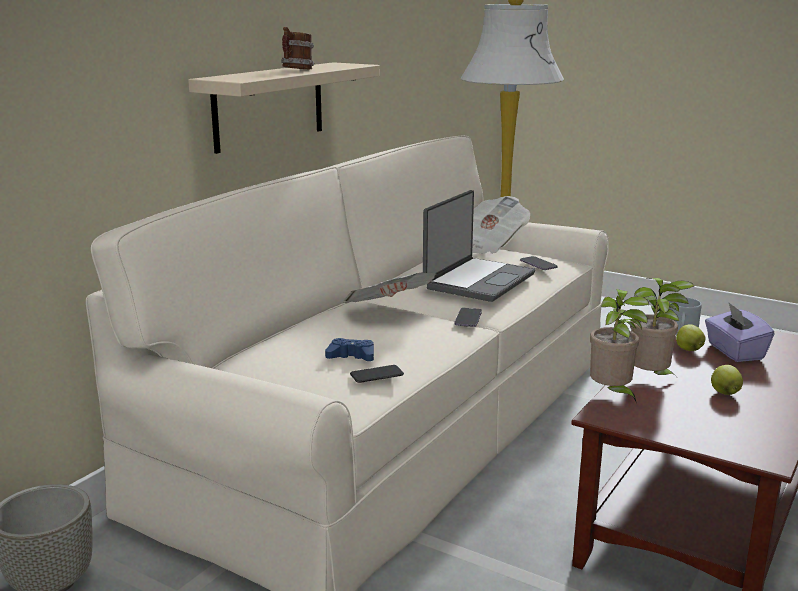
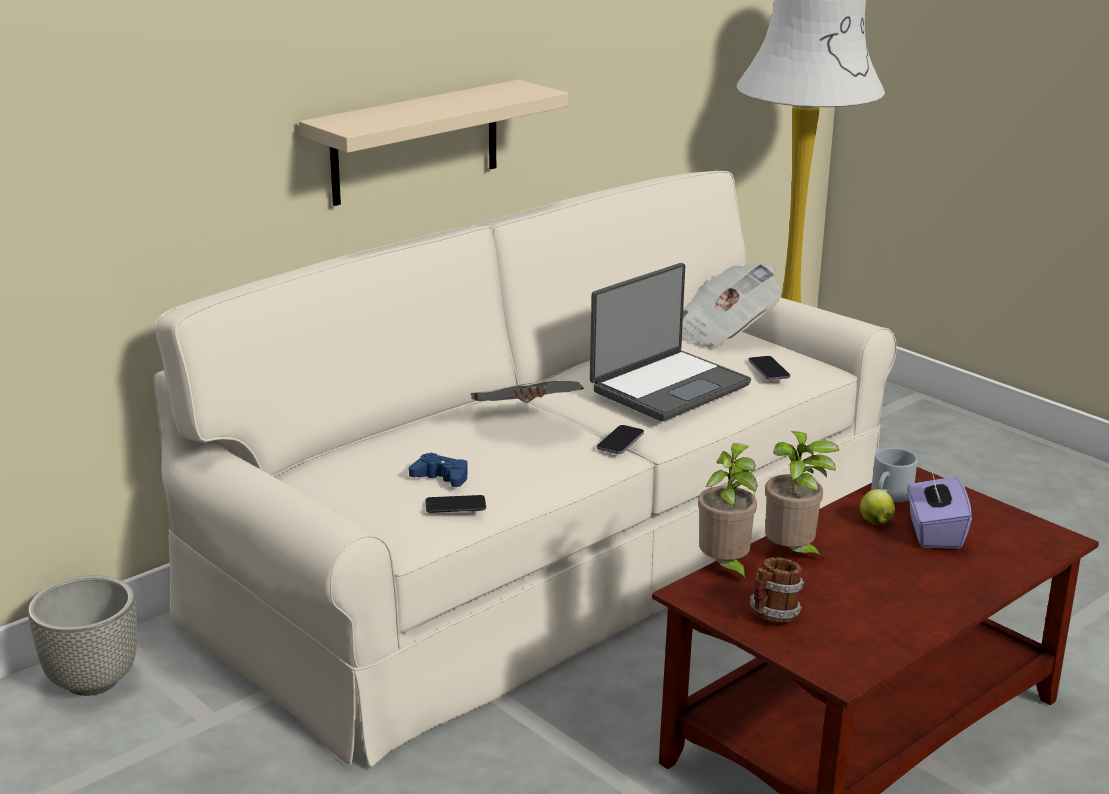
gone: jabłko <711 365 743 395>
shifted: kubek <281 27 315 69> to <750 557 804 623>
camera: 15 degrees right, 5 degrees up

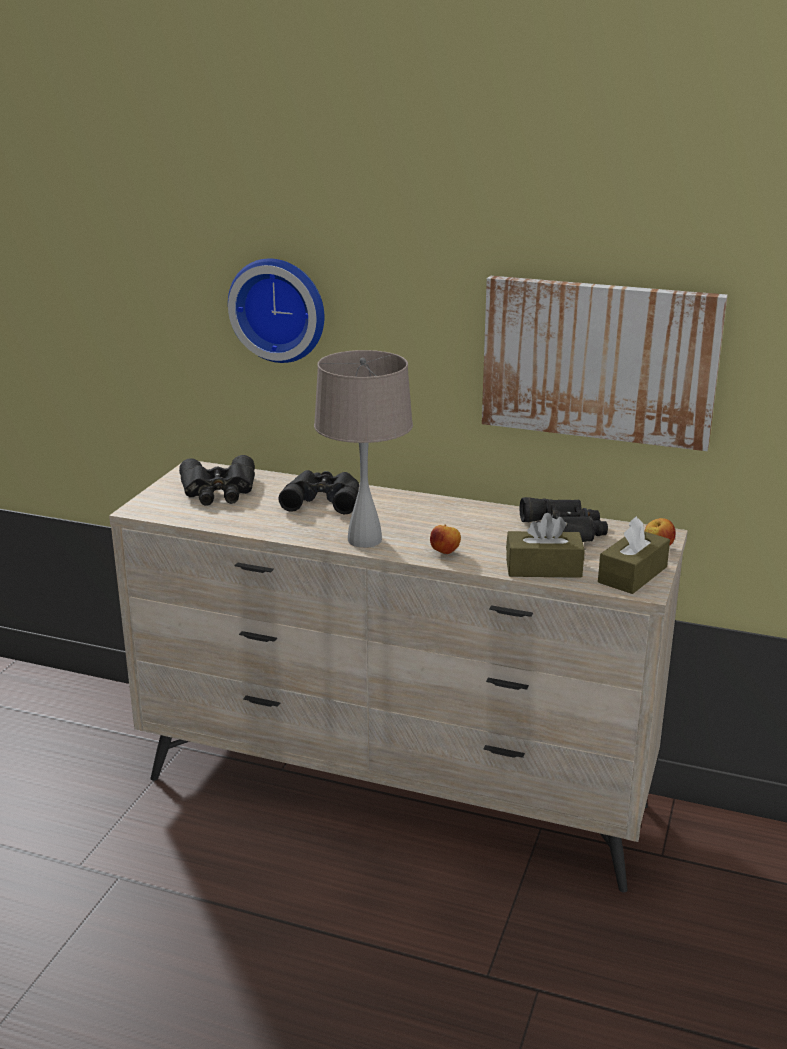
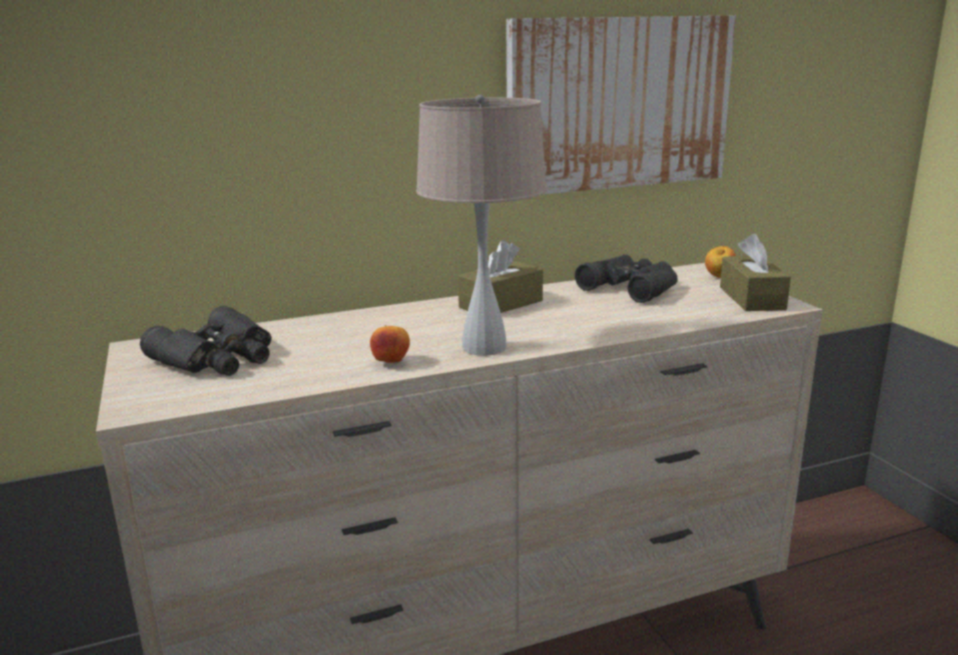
gone: zegar ścienny <228 258 324 363>; lornetka (czarny) <278 470 359 514>
shifted: jabłko <430 524 461 554> to <370 325 410 363>; pudełko chusteczek (brązowy) <506 513 585 578> to <458 240 543 313>
camera: 40 degrees left, 5 degrees down

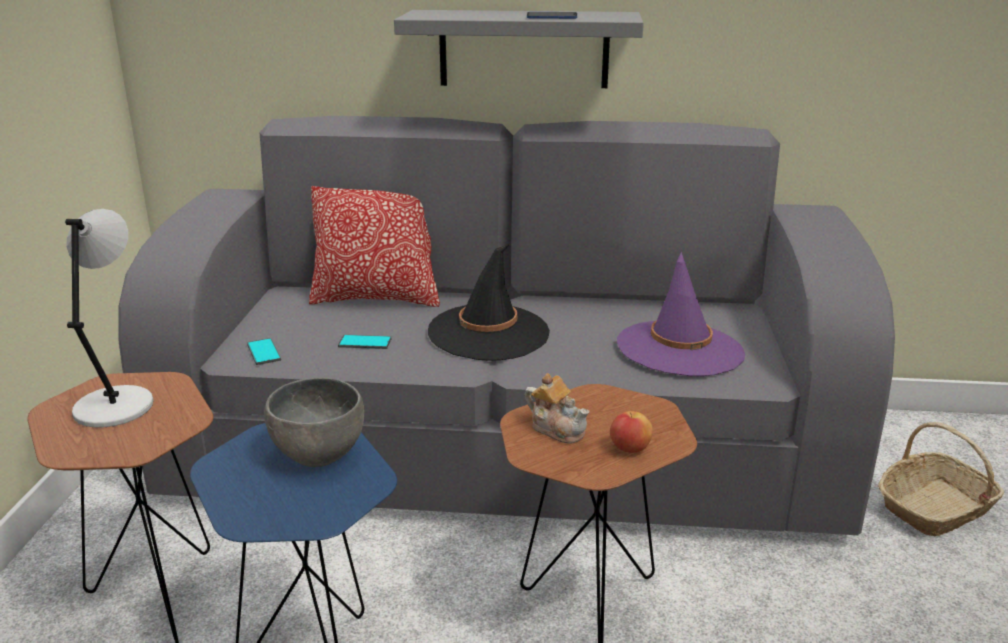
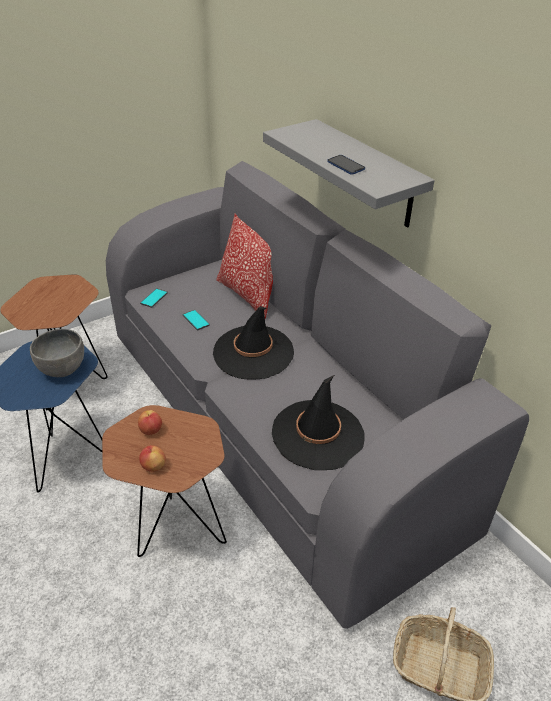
gone: lampa stołowa (szary) <65 209 154 427>
swapped: imbryk <525 373 590 444> to jabłko <138 410 162 435>
repainted: kapelusz (fioletowy) <617 252 745 376> to kapelusz (czarny) <272 375 365 470>
camera: 50 degrees right, 15 degrees up

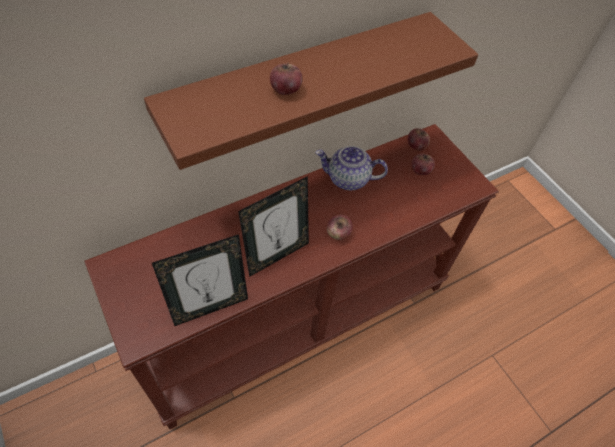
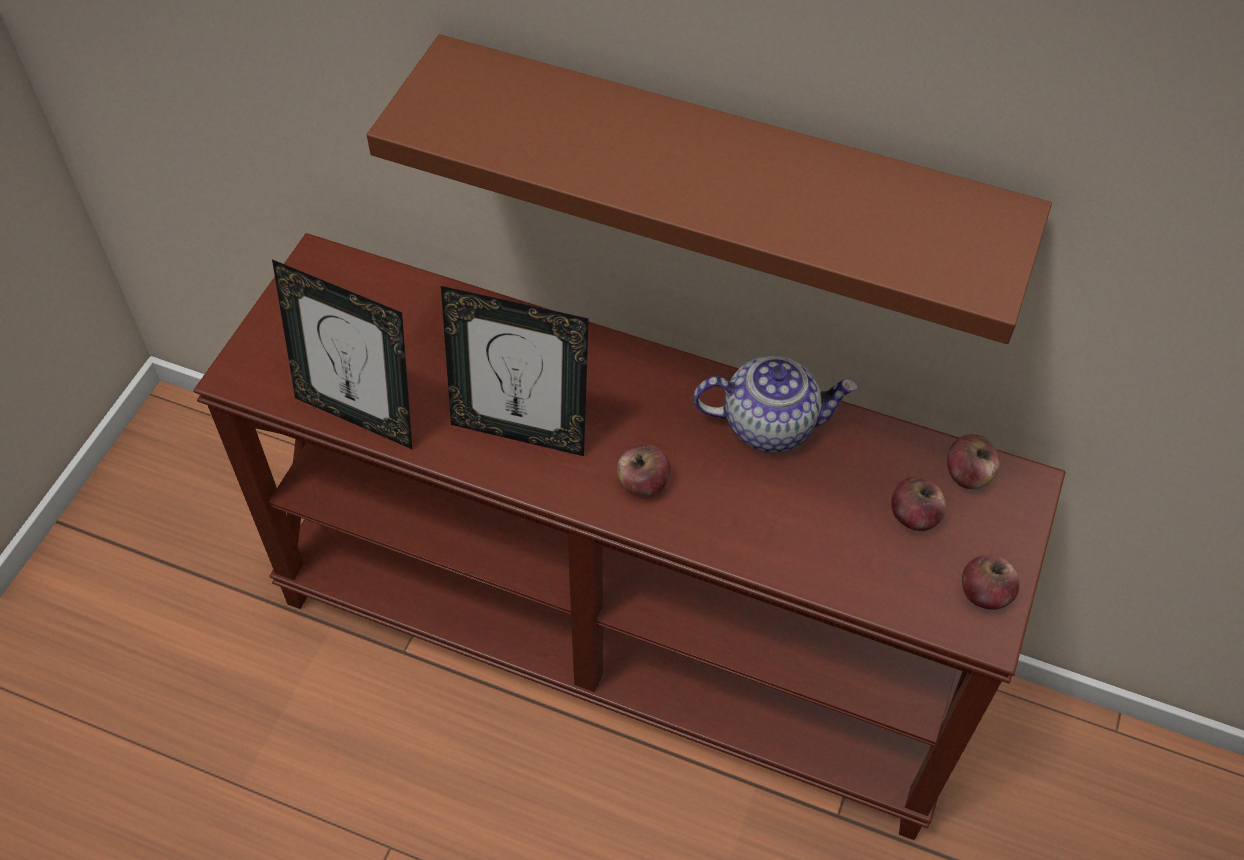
shifted: jabłko <270 63 303 95> to <962 555 1020 610>
rotated: imbryk <315 146 388 190> = <693 356 858 452> 120 degrees clockwise
camera: 55 degrees right, 0 degrees up

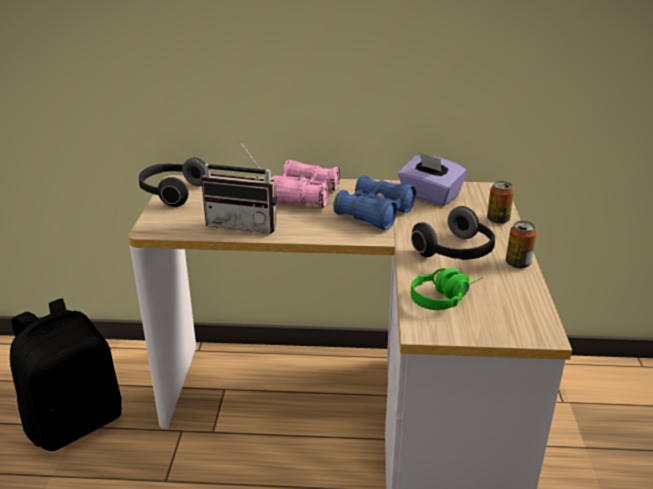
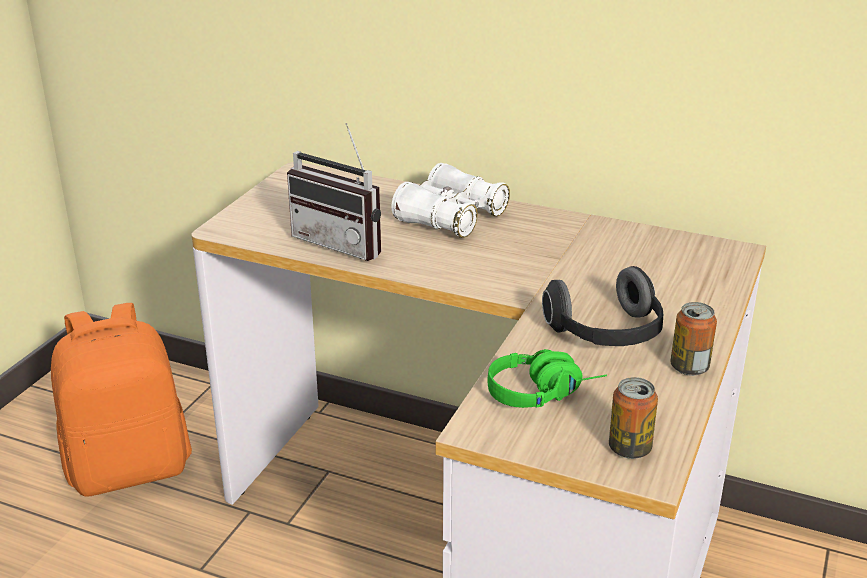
gone: słuchawki <139 158 205 207>; lornetka (niebieski) <333 175 416 230>; pudełko chusteczek (fioletowy) <398 152 467 206>
shifted: puszka <487 181 514 224> to <609 377 658 459>
repainted: plecak (czarny) <10 298 122 451> to plecak (pomarańczowy) <51 303 192 497>; lornetka (różowy) <271 160 340 208> to lornetka (biały) <391 163 510 238>
camera: 20 degrees right, 0 degrees up

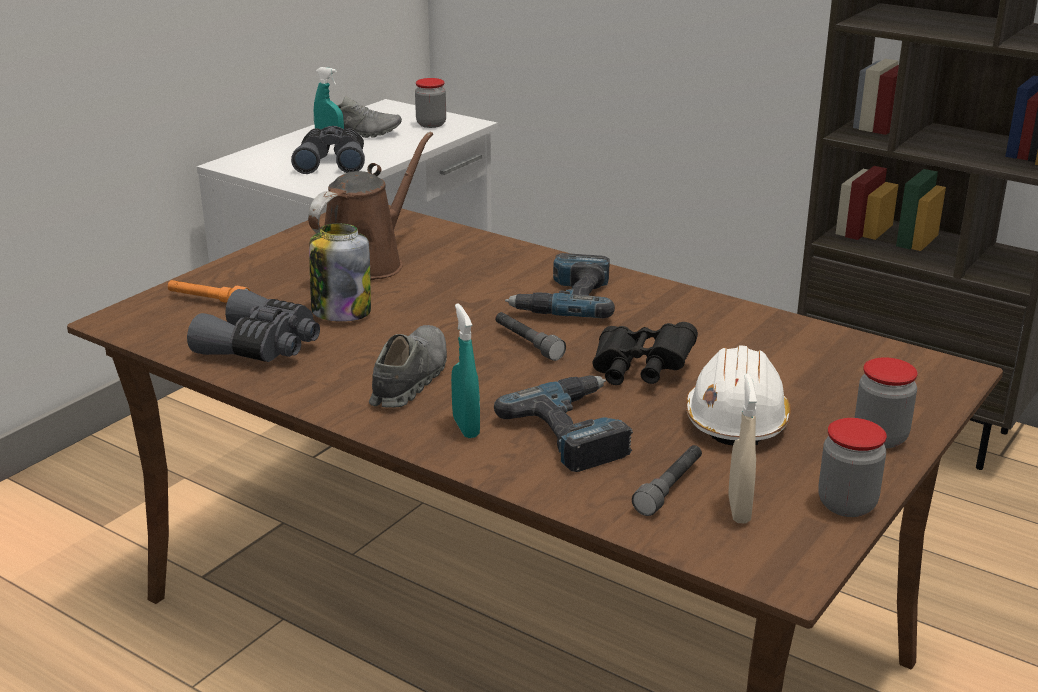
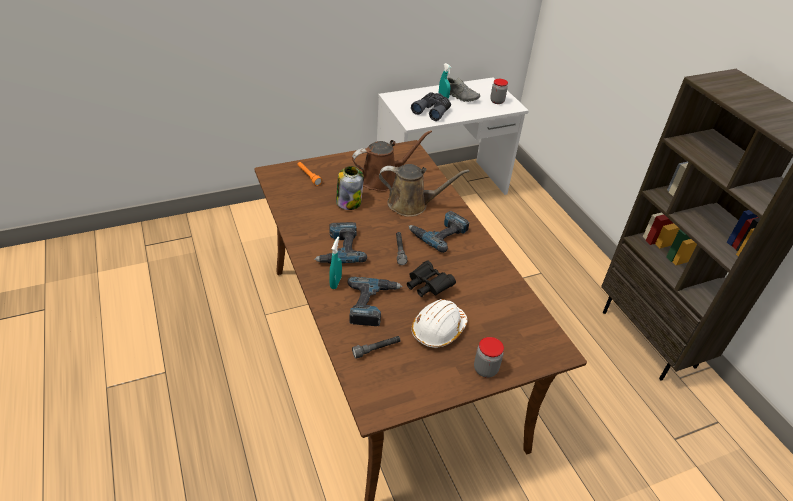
gone: lornetka (szary) <187 289 320 362>; spryskiwacz (beżowy) <728 374 757 523>; słoik <818 418 887 517>
new: konewka (brązowy) <379 164 470 217>
swapped: but (szary) <369 325 447 408> to wiertarka <314 222 367 264>
camera: 30 degrees right, 15 degrees up

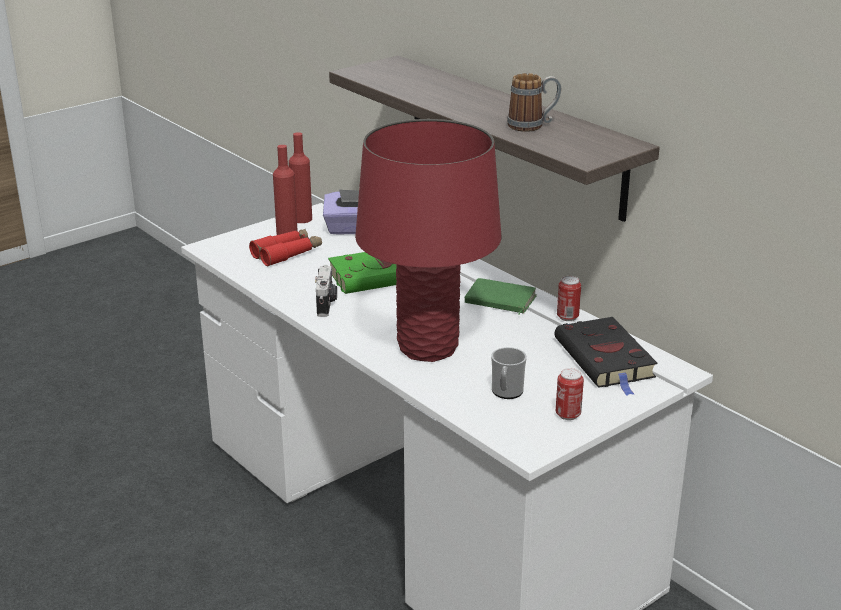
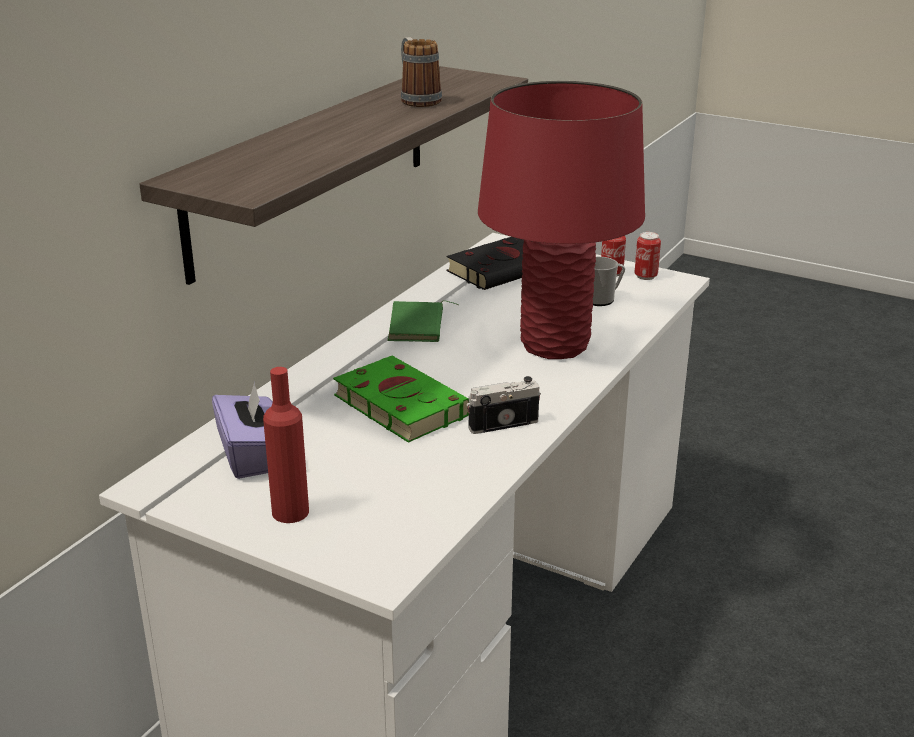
gone: lornetka (czerwony) <249 229 322 266>; butelka (czerwony) <289 132 312 223>
shifted: puszka <557 276 581 321> to <635 232 661 280>
camera: 110 degrees left, 0 degrees up

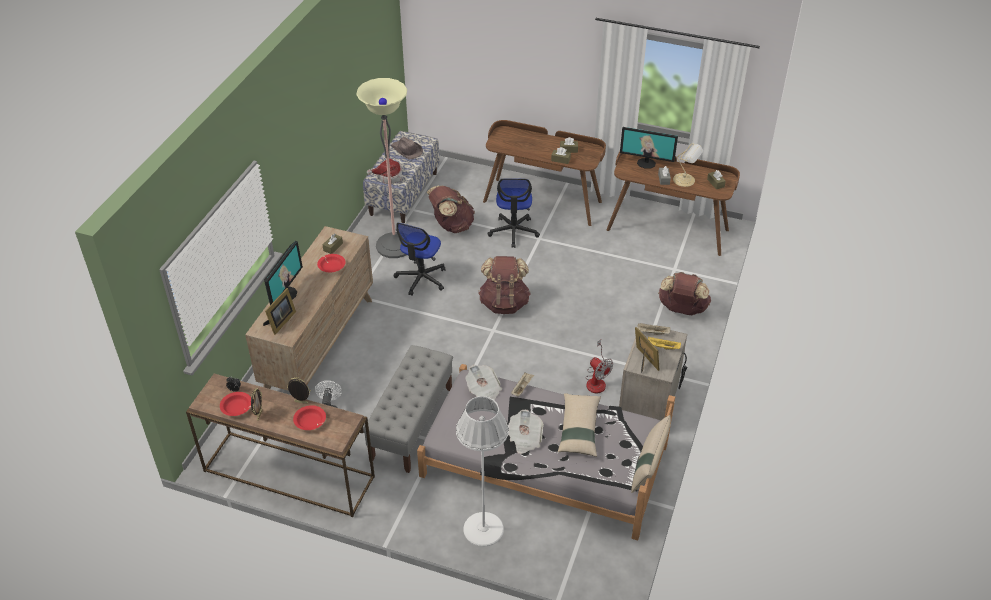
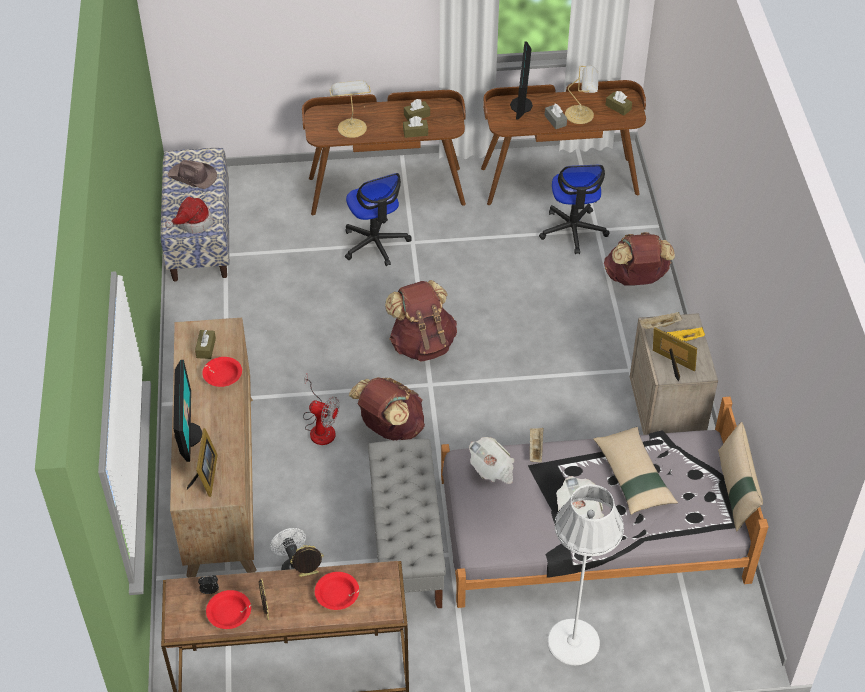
gone: lampa stojąca <356 78 407 258>
new: lampa stołowa <329 80 371 138>
shifted: krzesło biurowe <394 223 446 296> to <539 165 610 254>; plecak (brązowy) <427 186 475 233> to <349 377 425 441>; wentylator <585 340 613 393> to <303 374 339 445>
rotated: monitor <620 127 678 169> = <510 42 533 120> 105 degrees clockwise
camera: 25 degrees left, 5 degrees up

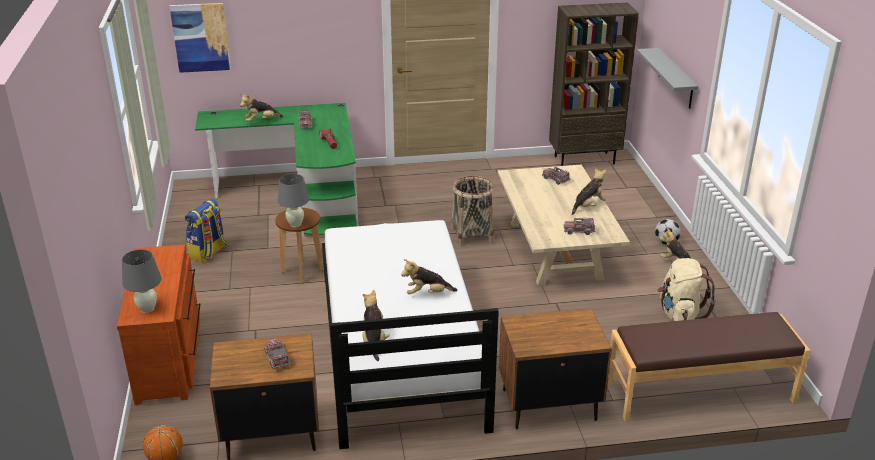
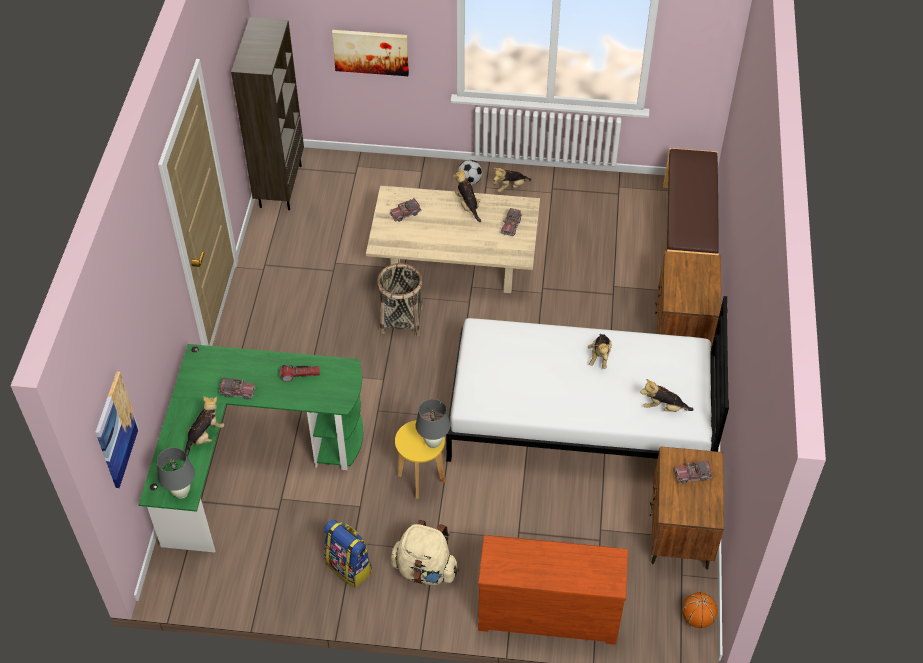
shifted: lampa stołowa (szary) <122 249 161 313> to <157 447 195 499>; plecak (beżowy) <658 258 716 321> to <391 520 458 585>
swapped: półka (szary) <637 48 698 109> to obraz <332 30 409 76>
repainted: stołek (brązowy) <275 208 324 283> to stołek (żółty) <395 420 445 499>
rotated: pluszak <240 94 284 122> = <185 396 224 456> 135 degrees counterclockwise
camera: 75 degrees left, 20 degrees up

